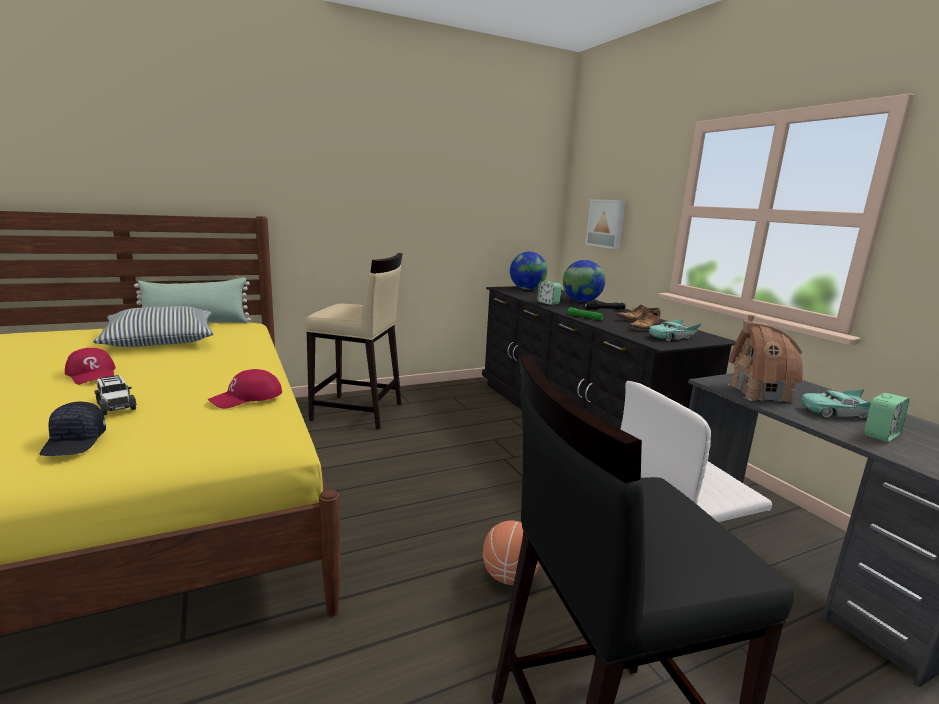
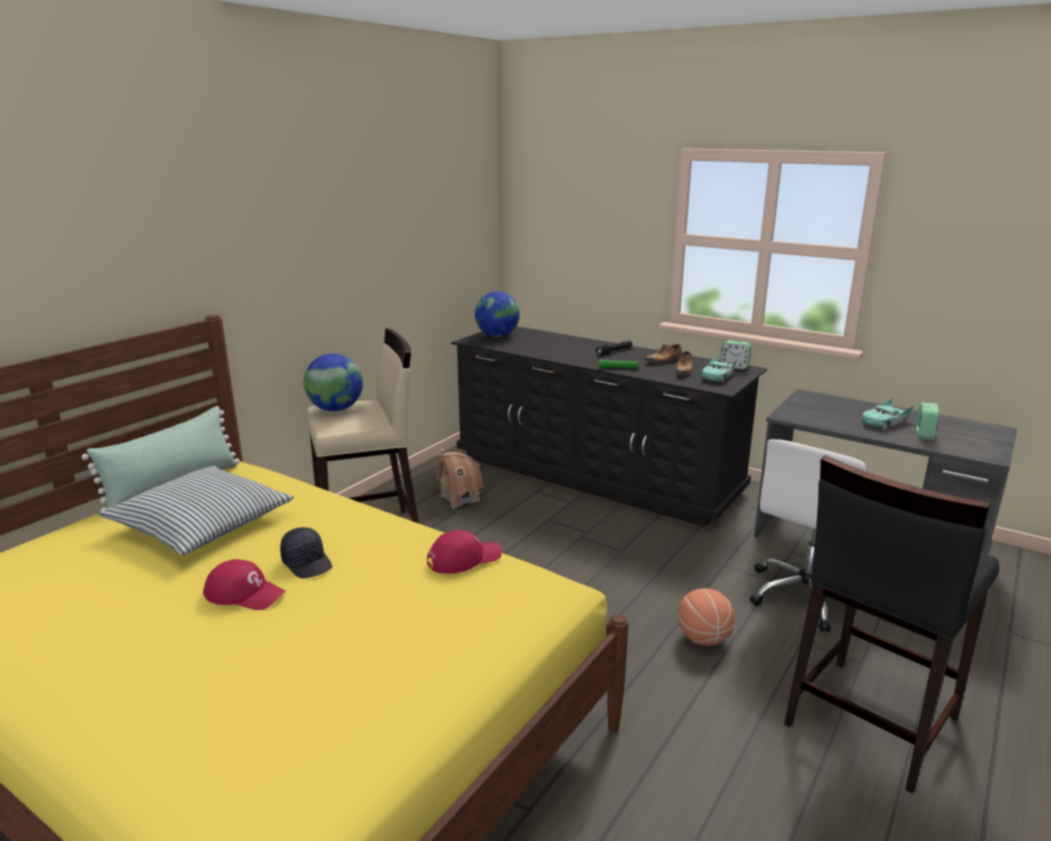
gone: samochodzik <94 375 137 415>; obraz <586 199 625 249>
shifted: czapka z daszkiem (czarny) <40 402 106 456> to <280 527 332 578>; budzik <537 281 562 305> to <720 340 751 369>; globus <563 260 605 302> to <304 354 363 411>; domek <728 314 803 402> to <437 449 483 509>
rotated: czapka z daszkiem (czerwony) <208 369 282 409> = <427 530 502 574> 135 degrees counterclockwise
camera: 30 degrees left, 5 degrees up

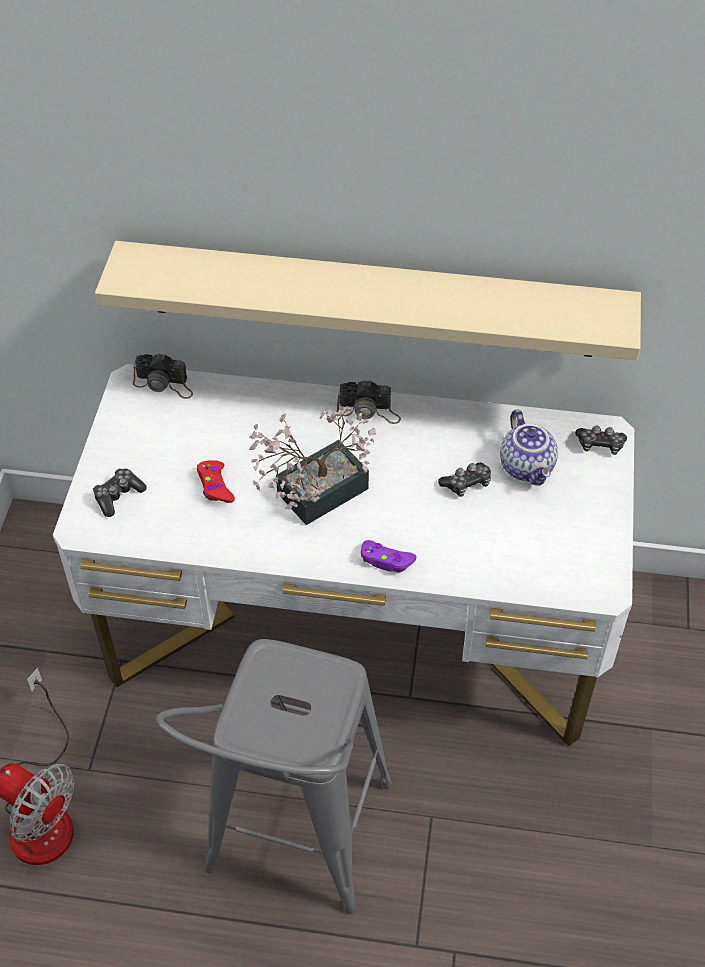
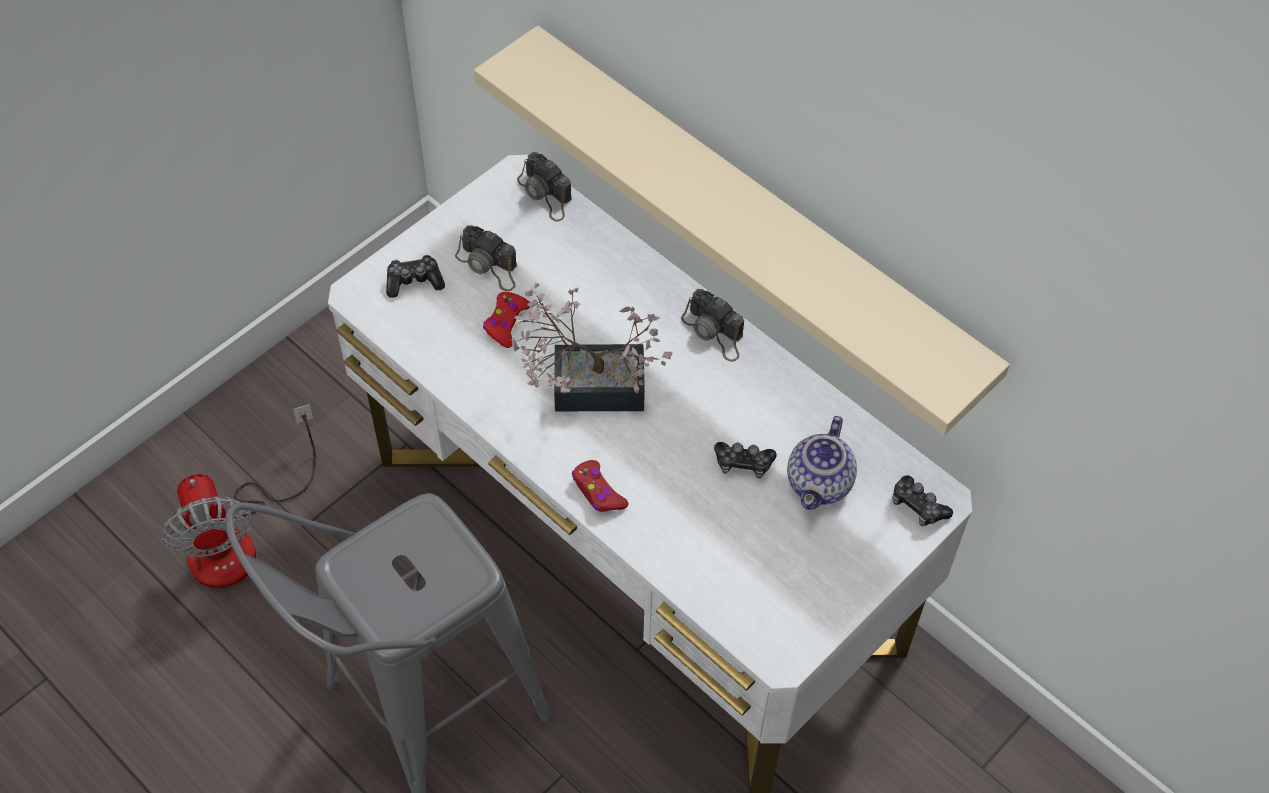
new: aparat fotograficzny <455 225 517 291>
repainted: pad do gier (fioletowy) <361 540 417 572> to pad do gier (czerwony) <572 460 628 512>
camera: 35 degrees right, 5 degrees up

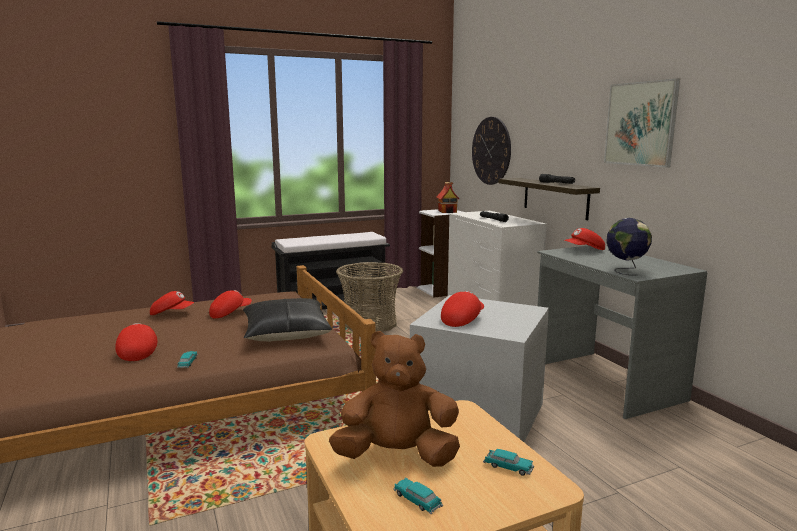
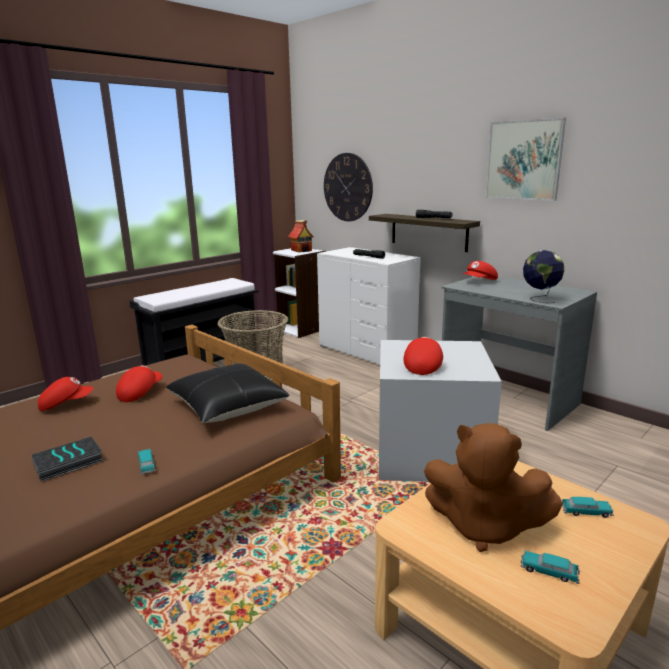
swapped: czapka z daszkiem (czerwony) <115 323 158 361> to książka <31 437 103 482>
rotated: pluszak (brązowy) <329 331 460 467> = <424 423 563 552> 135 degrees counterclockwise
camera: 20 degrees left, 5 degrees up

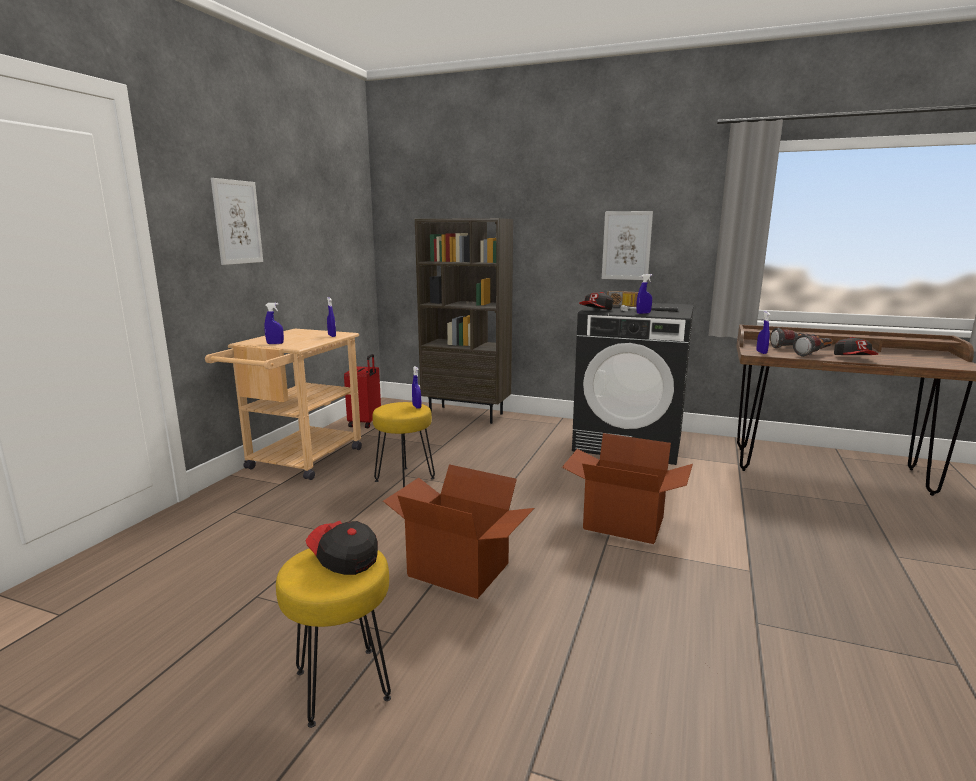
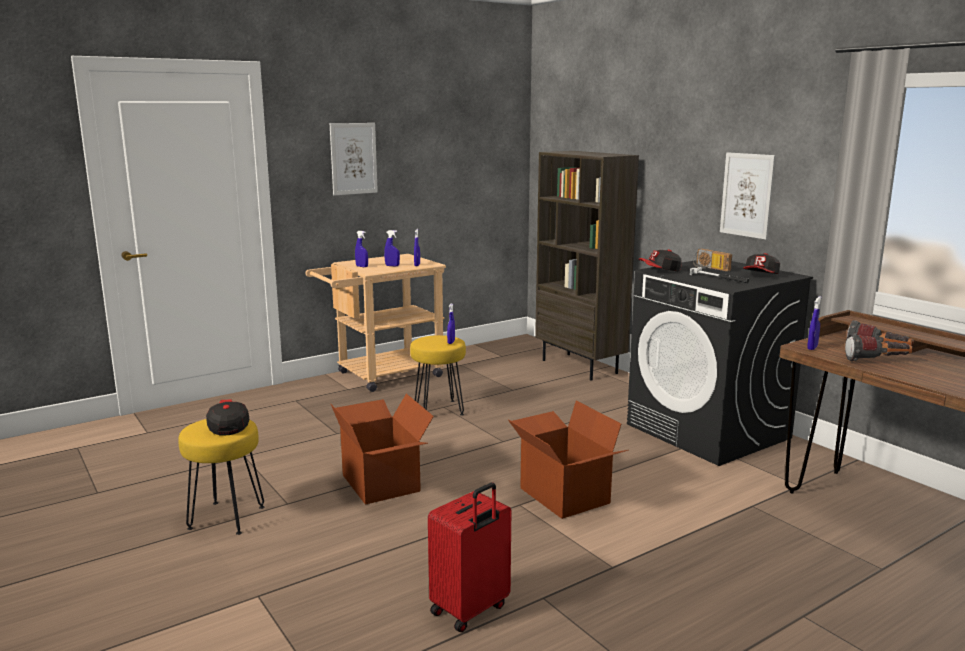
shifted: walizka (czerwony) <344 354 381 428> to <428 483 511 632>; spryskiwacz (niebieski) <636 274 652 314> to <384 230 400 266>; czapka z daszkiem <834 337 879 355> to <743 253 780 274>
camera: 35 degrees right, 0 degrees up

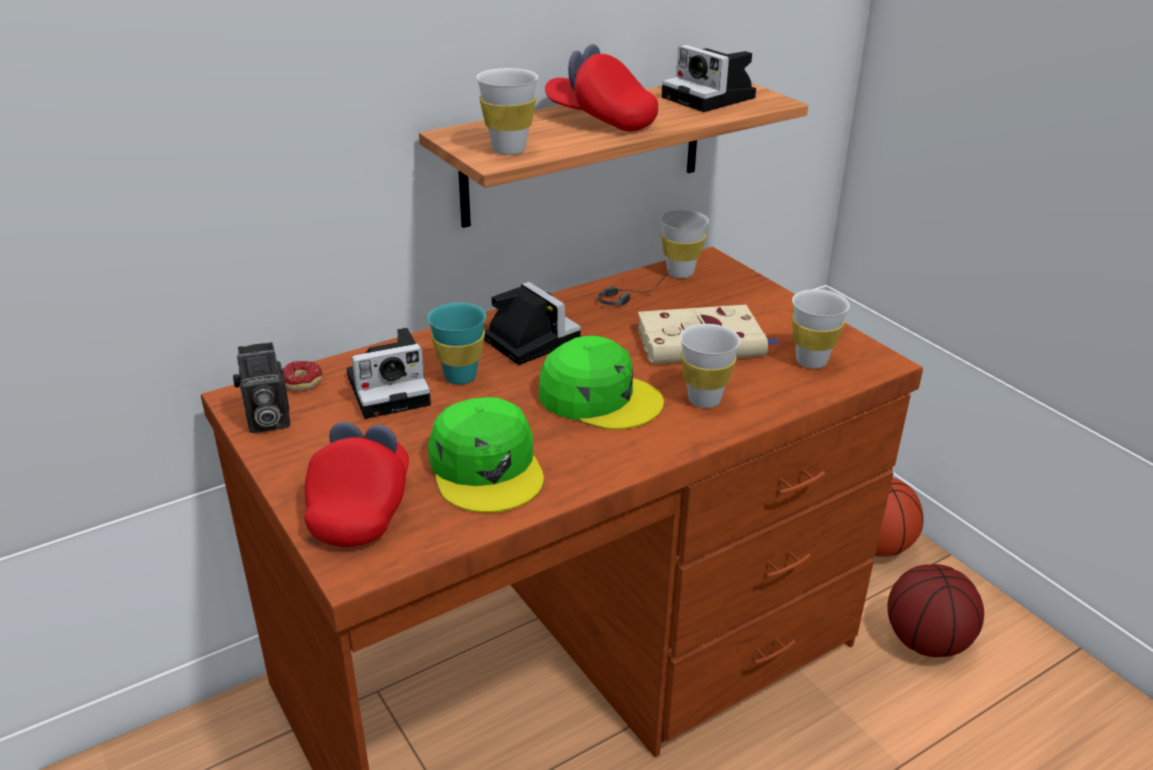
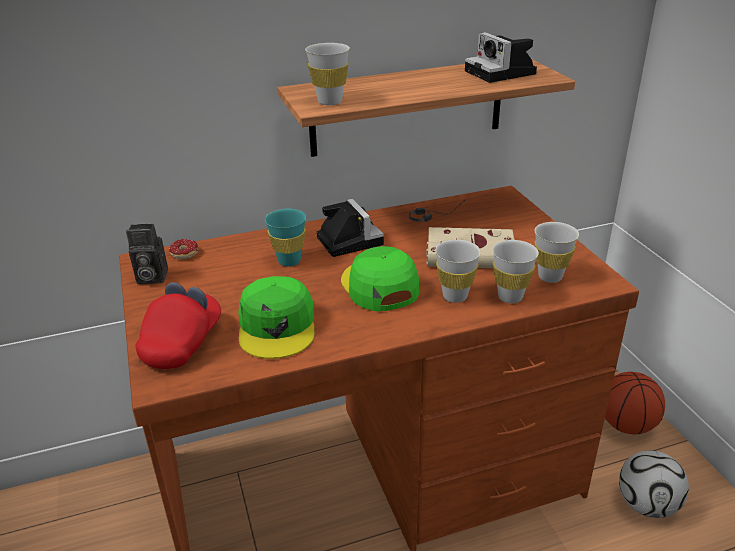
gone: aparat fotograficzny <347 328 431 419>; czapka z daszkiem (czerwony) <545 44 658 131>
shifted: filiżanka (biały) <660 210 709 278> to <492 240 539 303>
swapped: piłka do koszykówki <887 564 984 657> to piłka futbolowa <619 450 689 518>
rotated: czapka z daszkiem (zielony) <539 336 664 430> = <341 246 419 311> 150 degrees counterclockwise
camera: 15 degrees right, 0 degrees up

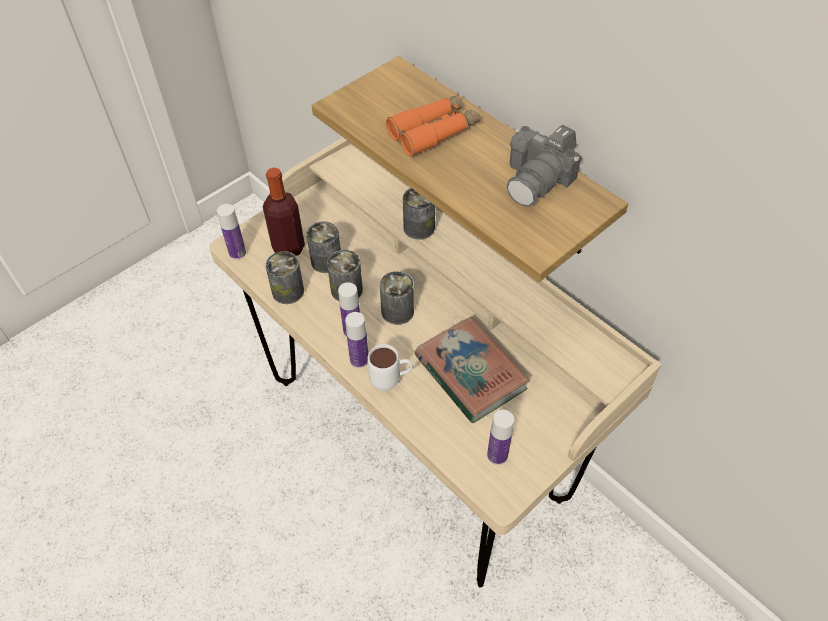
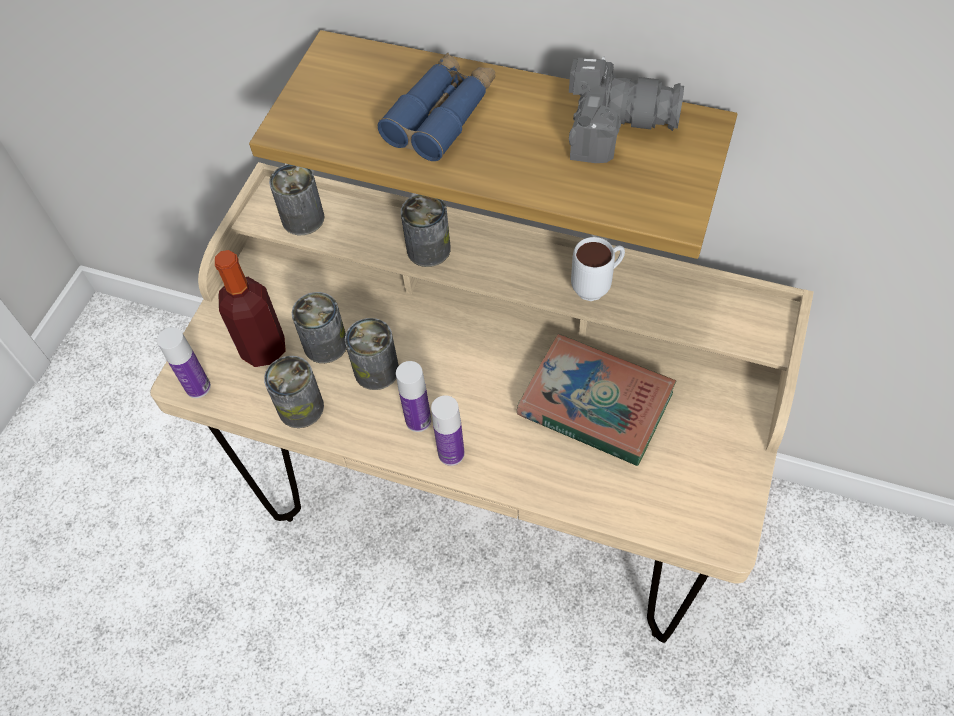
gone: butelka <487 410 514 465>
shifted: kubek (biały) <367 344 413 391> to <571 237 625 301>; puszka <380 271 414 325> to <269 164 325 235>
repainted: lornetka (pomarańczowy) <386 94 480 157> to lornetka (niebieski) <377 53 496 161>
rotated: aparat fotograficzny <507 125 581 206> = <569 56 684 163> 90 degrees counterclockwise
camera: 25 degrees left, 5 degrees up

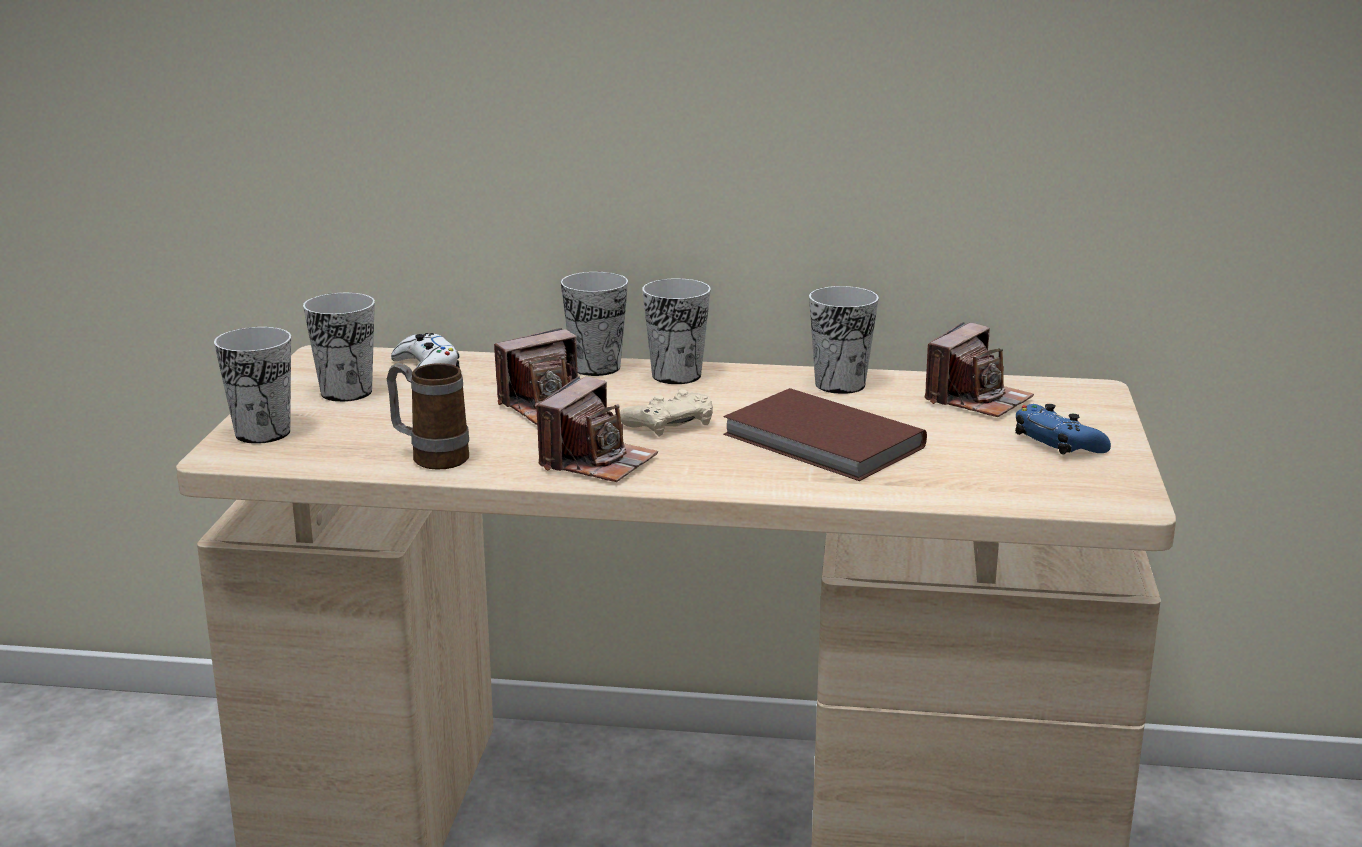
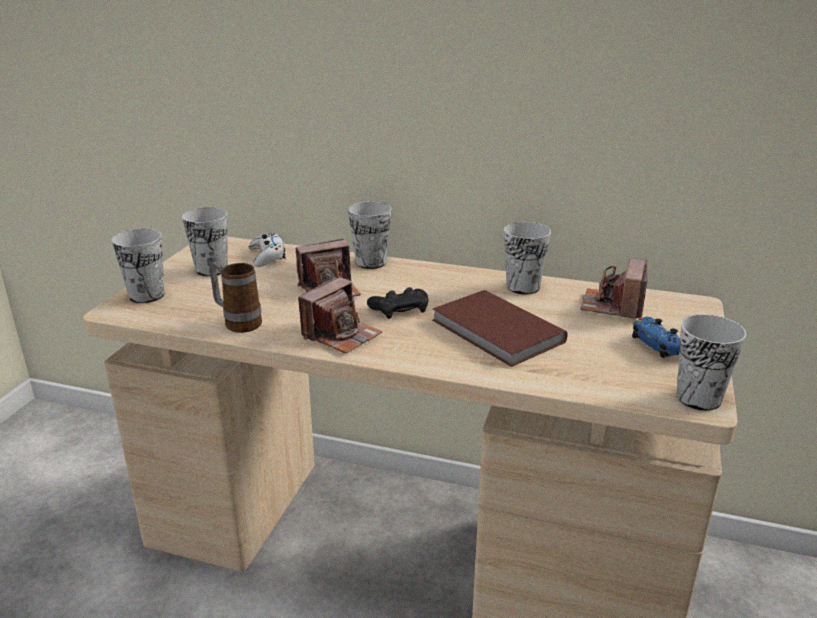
shifted: filiżanka <642 278 711 384> to <676 314 746 411>
repainted: pad do gier (beżowy) <620 389 713 437> to pad do gier (czarny) <367 287 429 319>
rotated: aparat fotograficzny <925 322 1034 417> = <581 258 647 319> 150 degrees clockwise
camera: 10 degrees right, 5 degrees up

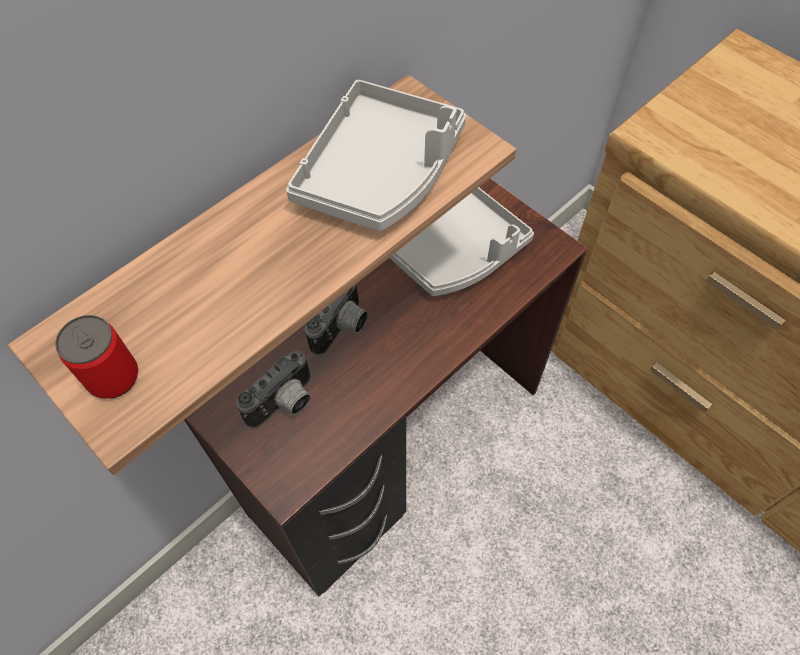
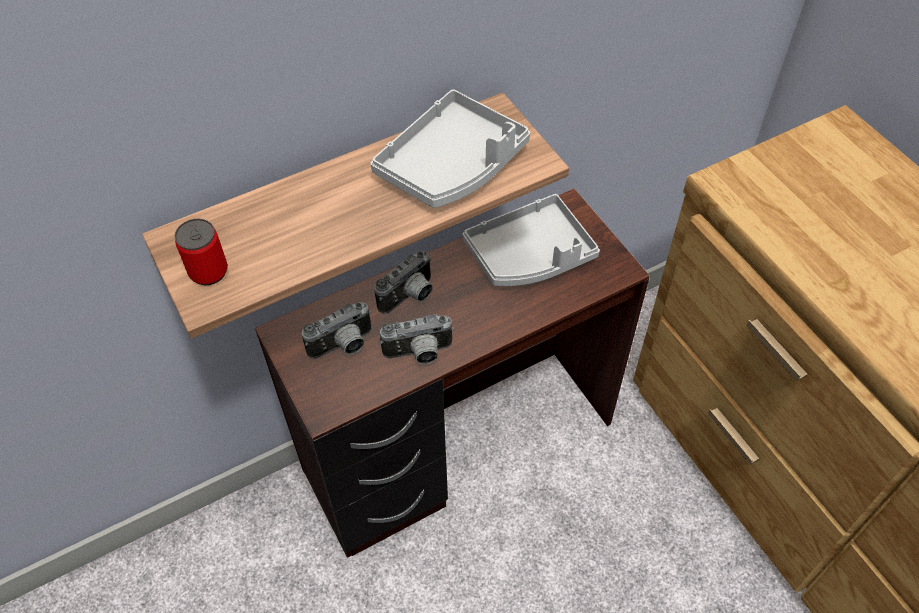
new: aparat fotograficzny <380 314 454 364>
camera: 15 degrees right, 5 degrees down

